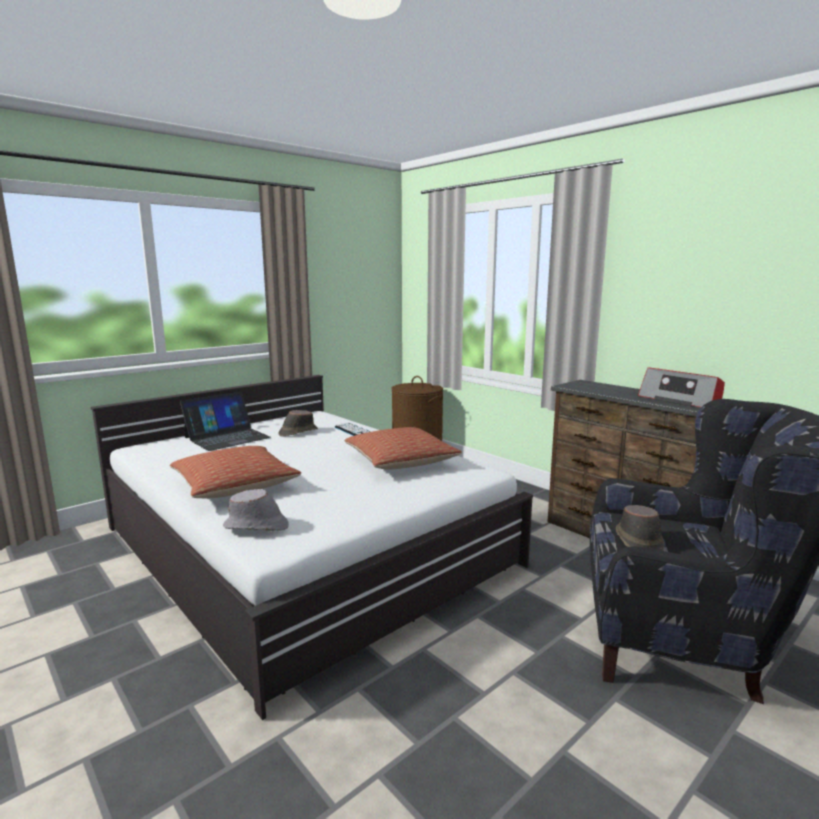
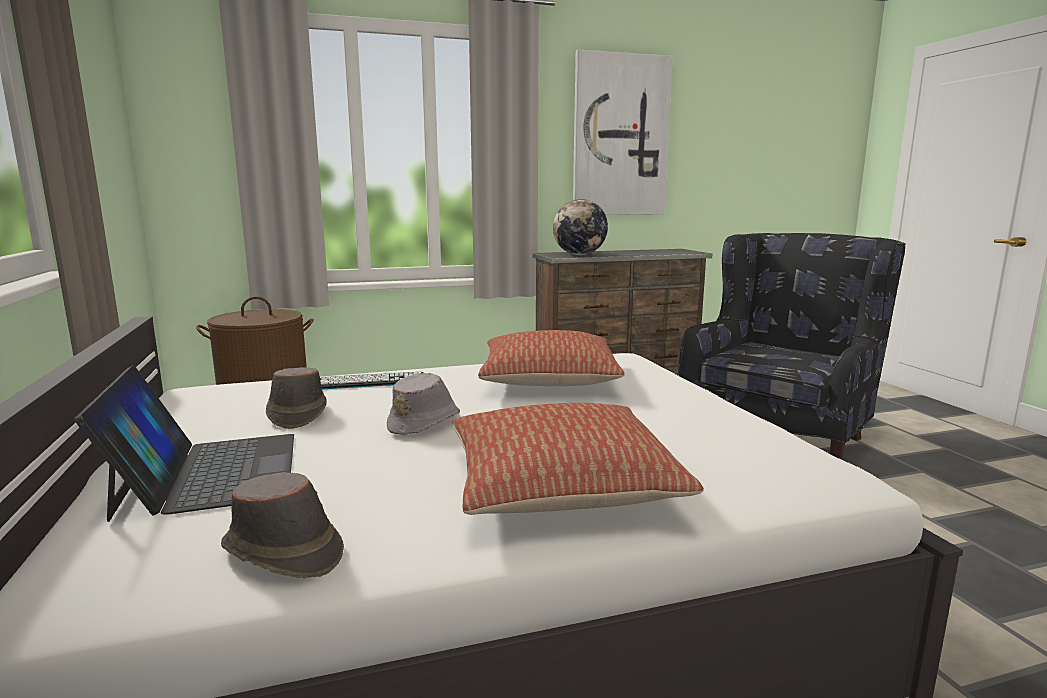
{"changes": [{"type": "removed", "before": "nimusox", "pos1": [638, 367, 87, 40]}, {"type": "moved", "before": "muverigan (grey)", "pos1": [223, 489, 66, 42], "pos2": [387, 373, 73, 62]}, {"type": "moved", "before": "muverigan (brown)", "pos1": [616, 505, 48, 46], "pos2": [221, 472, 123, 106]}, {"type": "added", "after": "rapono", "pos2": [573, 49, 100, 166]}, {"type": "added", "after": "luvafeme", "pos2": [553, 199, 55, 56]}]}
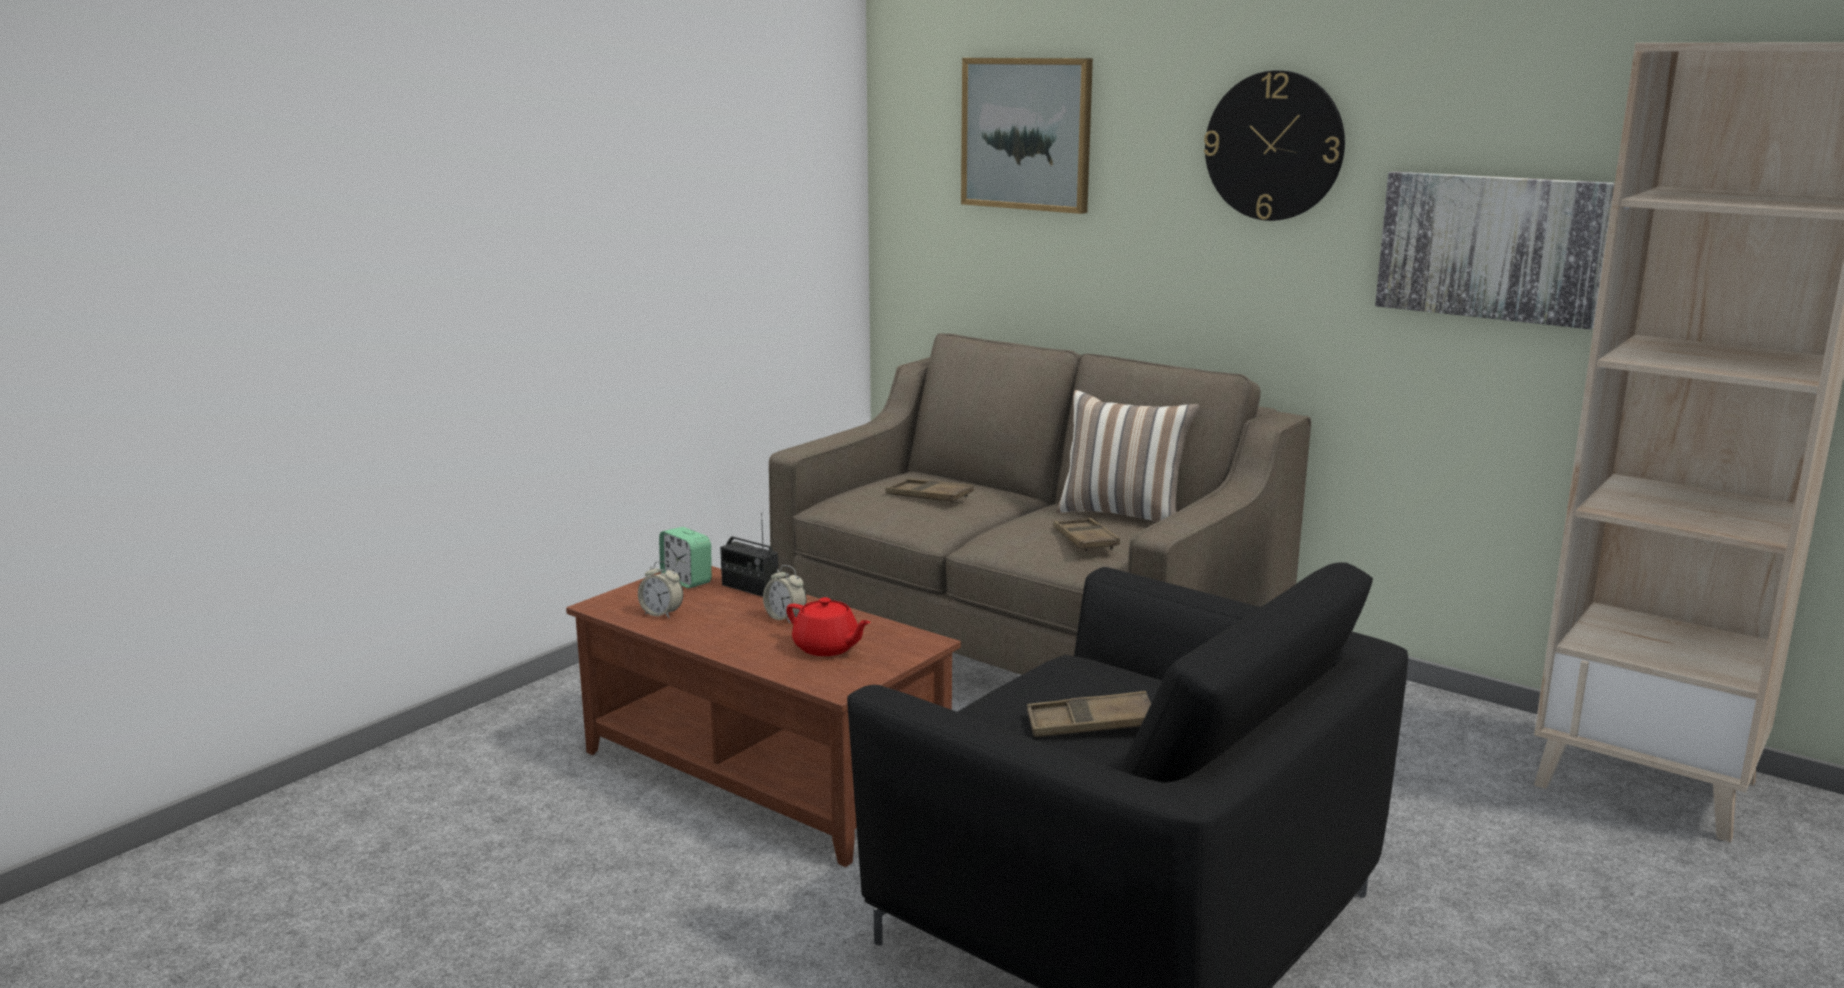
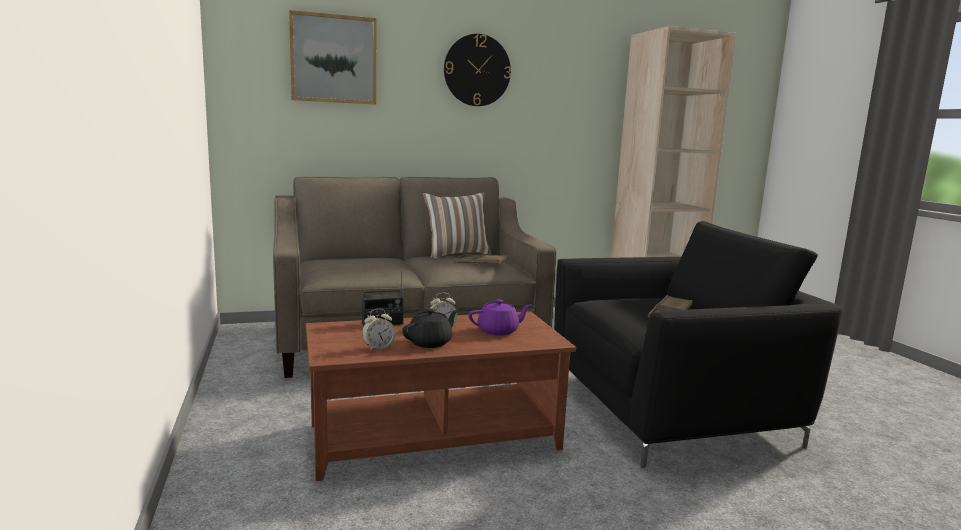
{"changes": [{"type": "removed", "before": "rapono", "pos1": [1375, 171, 240, 159]}, {"type": "removed", "before": "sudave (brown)", "pos1": [886, 479, 88, 24]}, {"type": "removed", "before": "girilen", "pos1": [659, 527, 53, 61]}, {"type": "recoloured", "before": "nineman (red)", "after": "nineman (purple)", "pos1": [786, 597, 85, 59], "pos2": [469, 299, 63, 37]}, {"type": "added", "after": "nineman (black)", "pos2": [402, 309, 57, 39]}]}
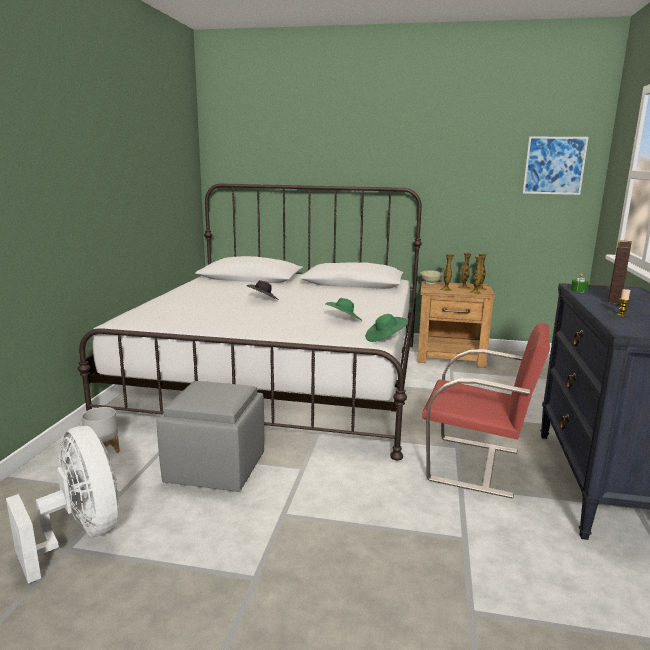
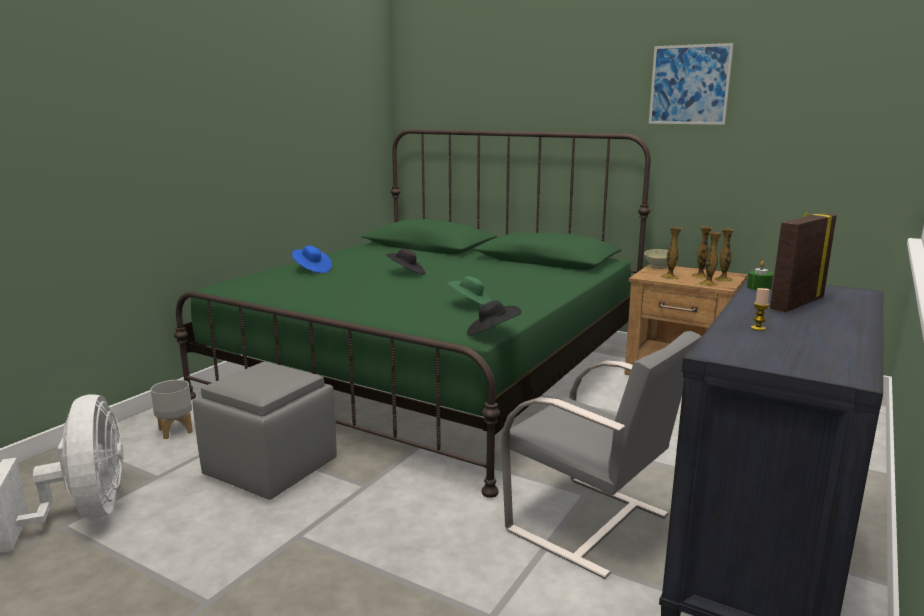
{"changes": [{"type": "moved", "before": "rapono", "pos1": [523, 137, 65, 58], "pos2": [649, 43, 85, 82]}, {"type": "recoloured", "before": "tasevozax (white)", "after": "tasevozax (green)", "pos1": [78, 183, 344, 277], "pos2": [174, 129, 477, 369]}, {"type": "recoloured", "before": "muverigan (green)", "after": "muverigan (black)", "pos1": [365, 314, 43, 28], "pos2": [467, 301, 55, 35]}, {"type": "recoloured", "before": "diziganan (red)", "after": "diziganan (grey)", "pos1": [422, 323, 128, 176], "pos2": [501, 331, 201, 248]}, {"type": "added", "after": "muverigan (blue)", "pos2": [292, 245, 40, 28]}]}
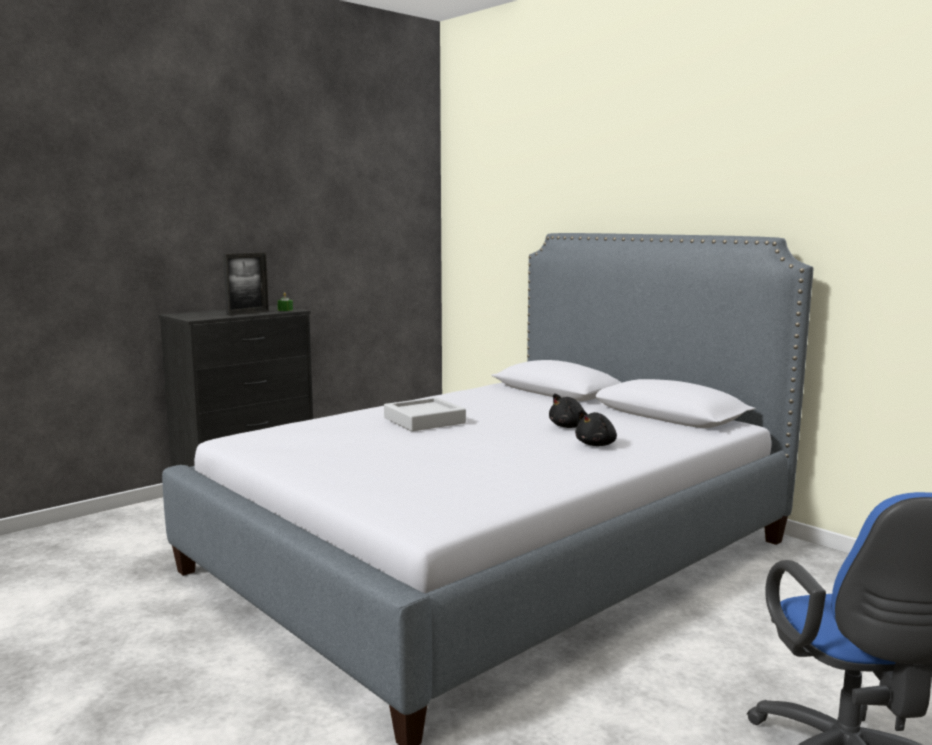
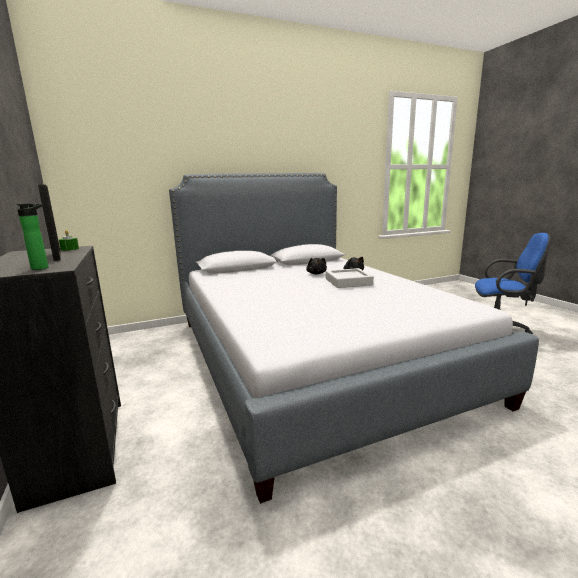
{"changes": [{"type": "moved", "before": "sudave (grey)", "pos1": [384, 397, 82, 34], "pos2": [326, 268, 48, 20]}, {"type": "added", "after": "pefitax", "pos2": [17, 204, 32, 66]}]}
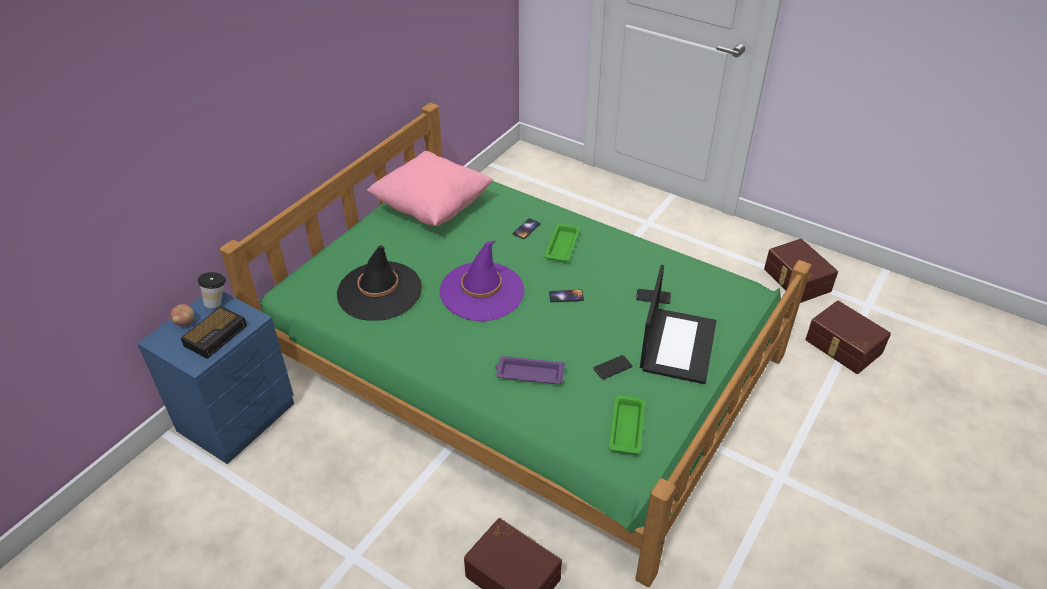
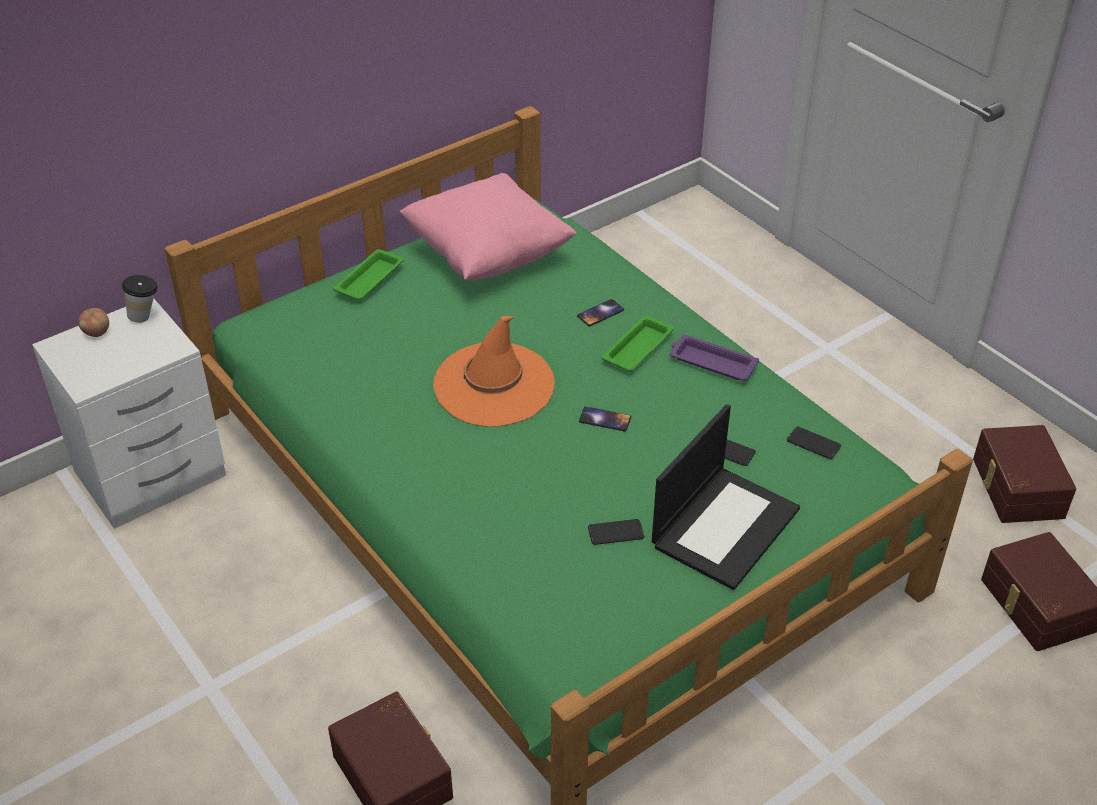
{"changes": [{"type": "recoloured", "before": "muverigan (purple)", "after": "muverigan (orange)", "pos1": [440, 240, 84, 81], "pos2": [433, 316, 122, 111]}, {"type": "removed", "before": "muverigan (black)", "pos1": [337, 245, 85, 76]}, {"type": "recoloured", "before": "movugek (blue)", "after": "movugek (white)", "pos1": [137, 292, 157, 172], "pos2": [32, 298, 194, 231]}, {"type": "removed", "before": "girilen", "pos1": [181, 306, 66, 53]}, {"type": "moved", "before": "sudave (purple)", "pos1": [495, 356, 70, 28], "pos2": [670, 335, 89, 46]}, {"type": "moved", "before": "sudave (green)", "pos1": [609, 395, 36, 59], "pos2": [333, 249, 71, 51]}, {"type": "added", "after": "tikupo", "pos2": [787, 427, 54, 32]}]}
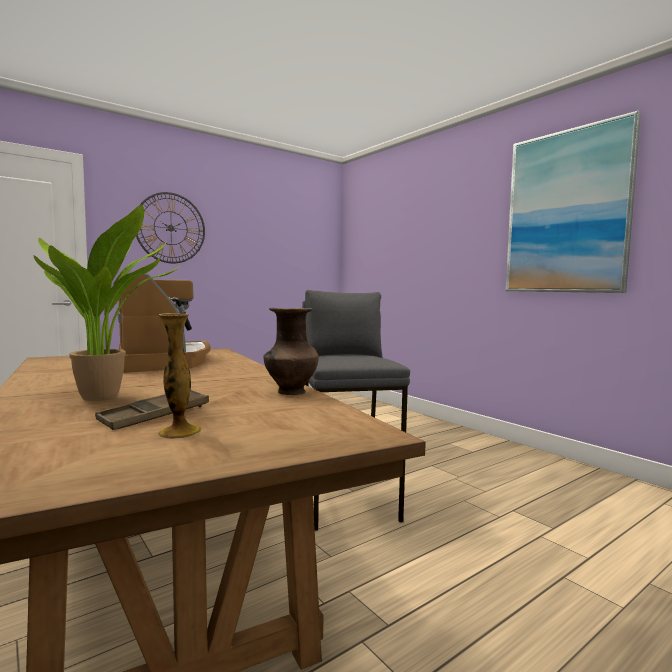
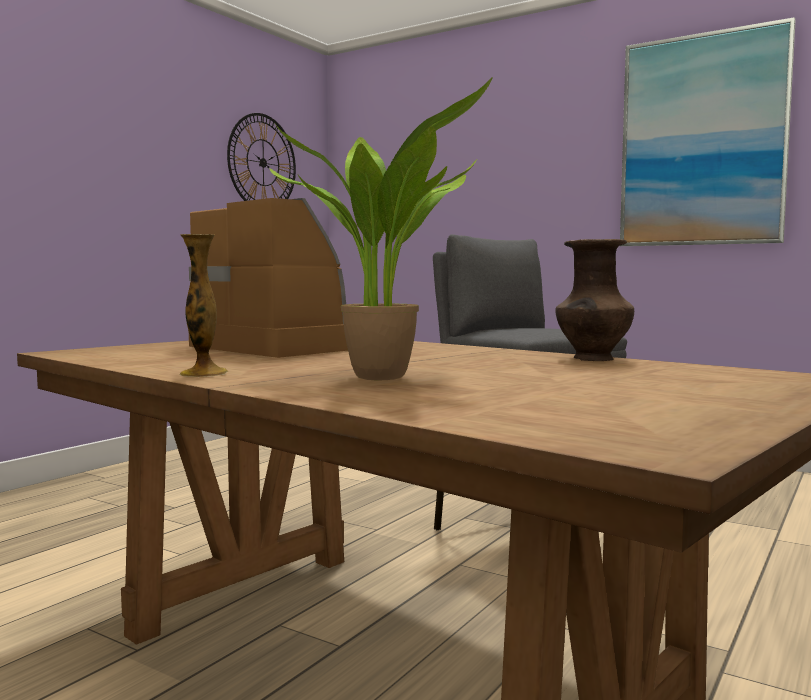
{"changes": [{"type": "moved", "before": "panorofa", "pos1": [136, 192, 69, 71], "pos2": [227, 113, 69, 88]}, {"type": "moved", "before": "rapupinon", "pos1": [158, 313, 43, 126], "pos2": [179, 234, 50, 143]}, {"type": "removed", "before": "sudave (brown)", "pos1": [95, 390, 114, 40]}]}
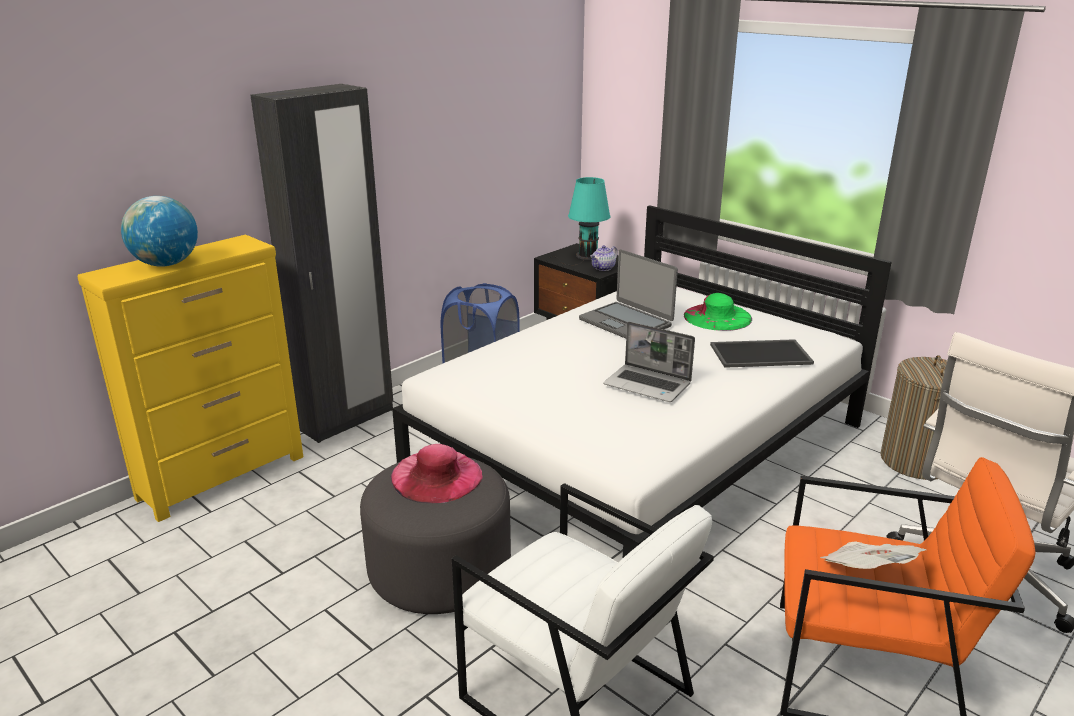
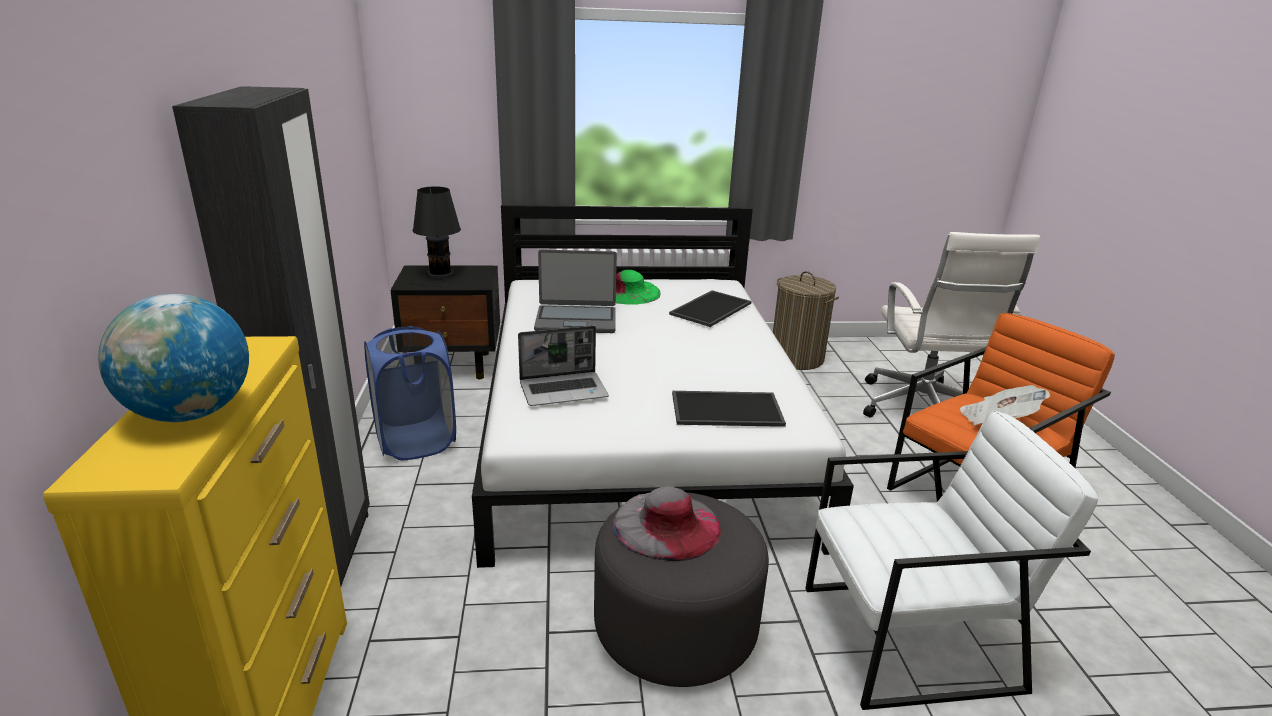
{"changes": [{"type": "recoloured", "before": "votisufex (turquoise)", "after": "votisufex (black)", "pos1": [549, 177, 62, 88], "pos2": [406, 186, 55, 101]}, {"type": "removed", "before": "nineman", "pos1": [590, 245, 28, 26]}, {"type": "moved", "before": "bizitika", "pos1": [603, 322, 92, 80], "pos2": [518, 326, 91, 80]}, {"type": "recoloured", "before": "muverigan (pink)", "after": "muverigan (grey)", "pos1": [391, 444, 92, 59], "pos2": [613, 487, 108, 74]}, {"type": "added", "after": "sudave", "pos2": [672, 391, 114, 36]}]}
